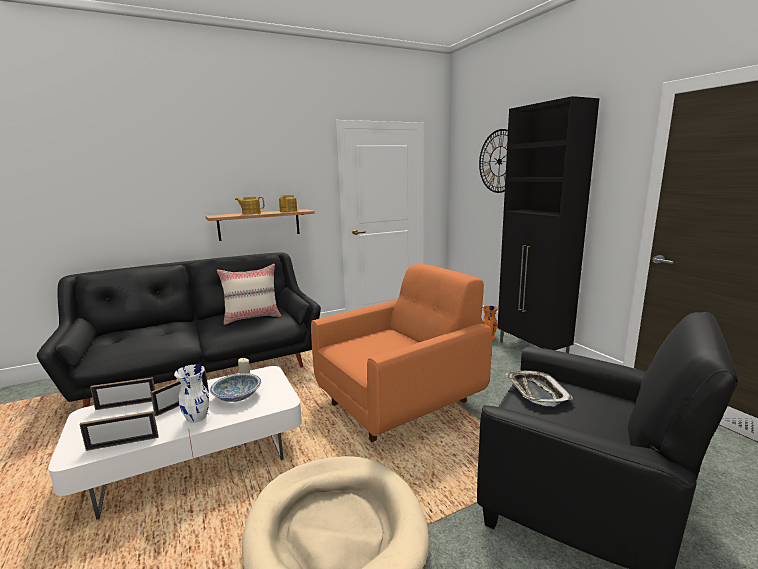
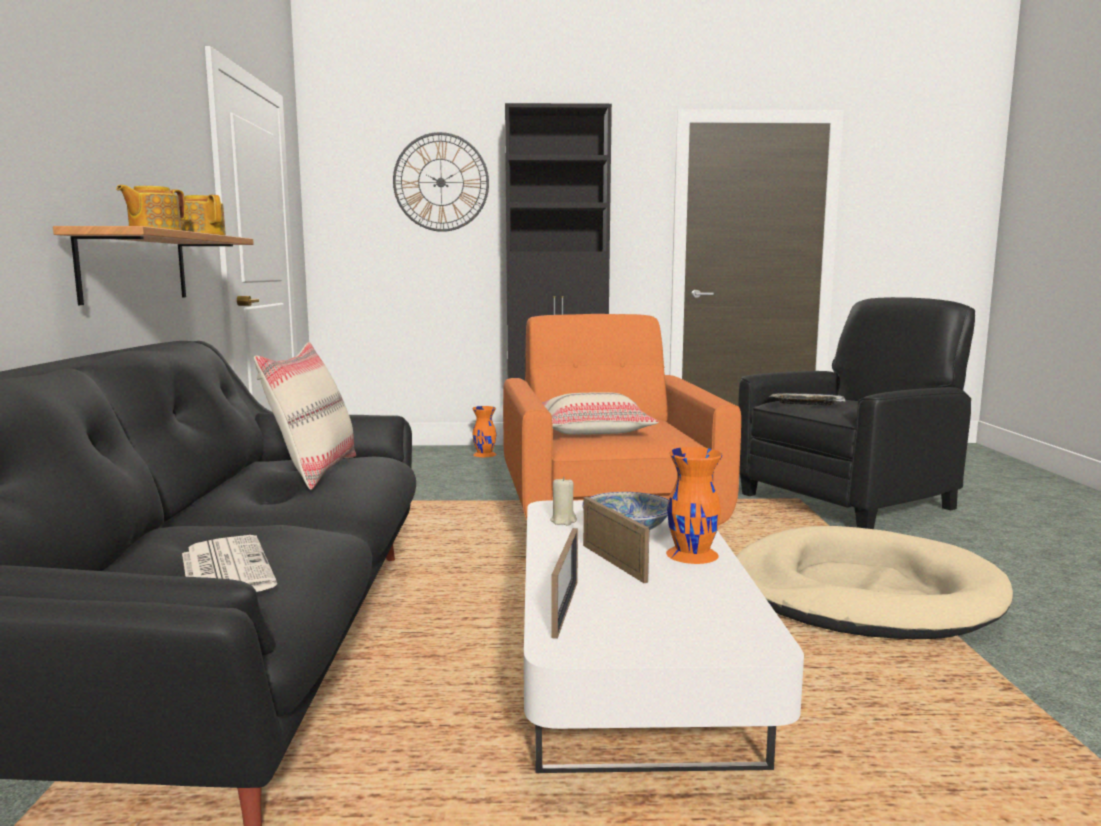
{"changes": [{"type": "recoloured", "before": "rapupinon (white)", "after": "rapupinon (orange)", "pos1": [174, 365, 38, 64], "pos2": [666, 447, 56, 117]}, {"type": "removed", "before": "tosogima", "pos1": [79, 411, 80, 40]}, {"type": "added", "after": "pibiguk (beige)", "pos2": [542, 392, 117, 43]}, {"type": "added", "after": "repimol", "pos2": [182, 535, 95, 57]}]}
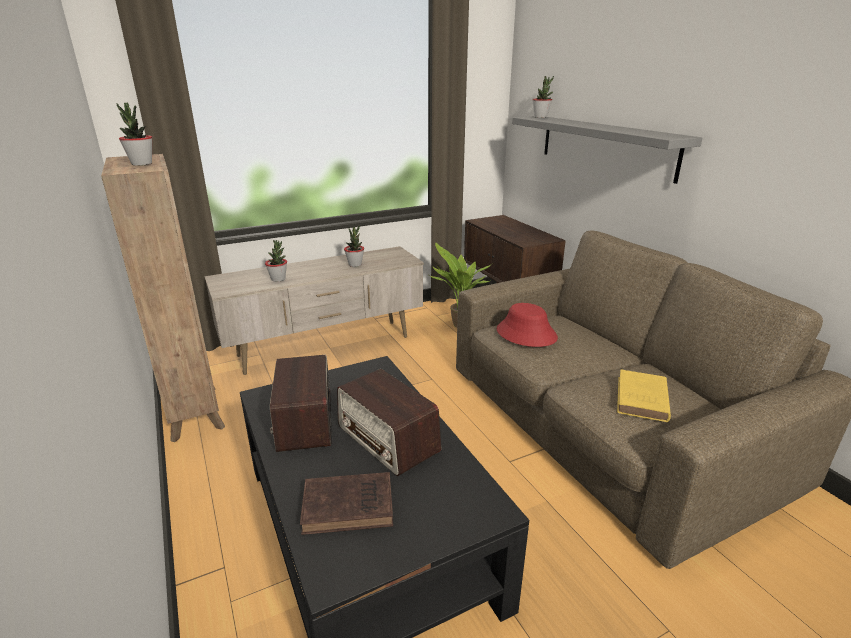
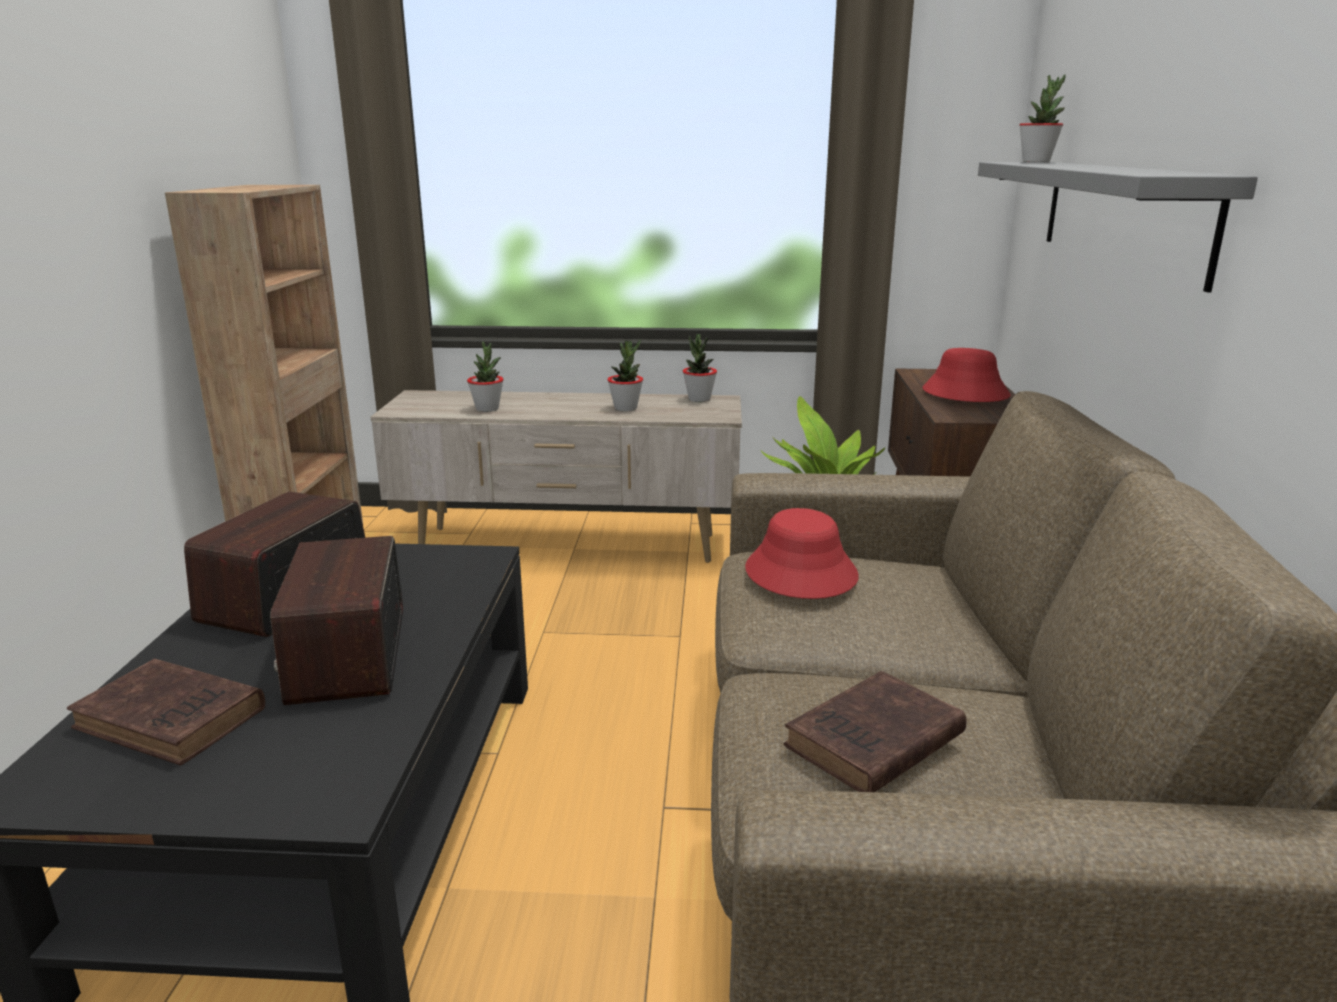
{"changes": [{"type": "moved", "before": "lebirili", "pos1": [117, 103, 35, 63], "pos2": [683, 334, 34, 68]}, {"type": "recoloured", "before": "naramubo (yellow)", "after": "naramubo (brown)", "pos1": [617, 370, 54, 52], "pos2": [783, 671, 183, 121]}, {"type": "added", "after": "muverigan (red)", "pos2": [922, 348, 89, 54]}]}
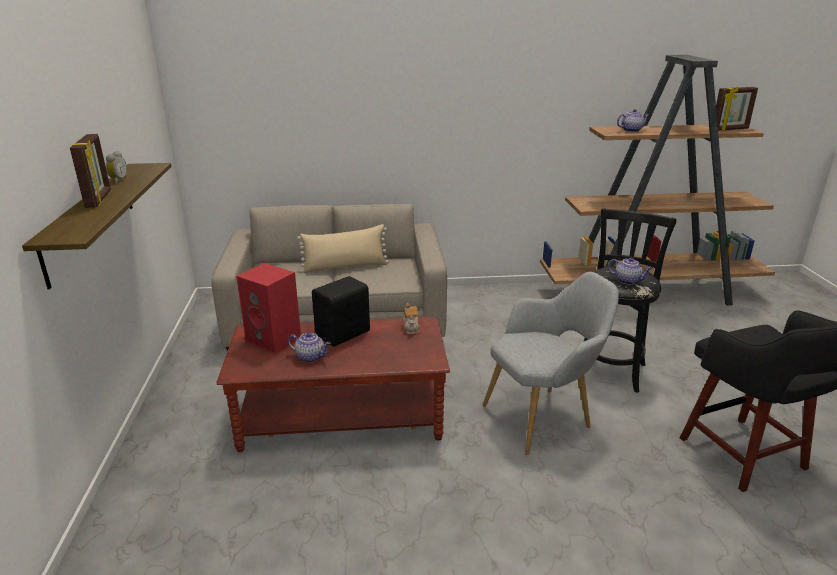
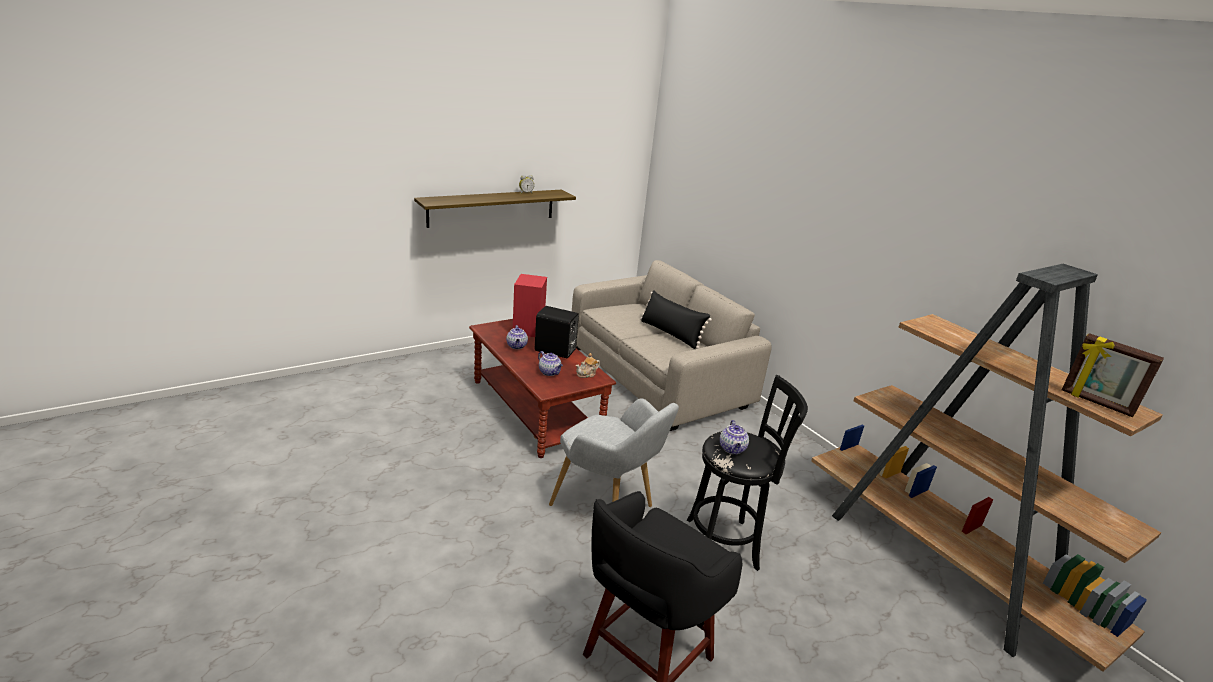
{"changes": [{"type": "moved", "before": "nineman", "pos1": [617, 109, 33, 23], "pos2": [538, 351, 25, 25]}, {"type": "removed", "before": "tosogima", "pos1": [70, 134, 41, 74]}, {"type": "recoloured", "before": "pibiguk (beige)", "after": "pibiguk (black)", "pos1": [297, 224, 92, 49], "pos2": [640, 290, 72, 59]}]}
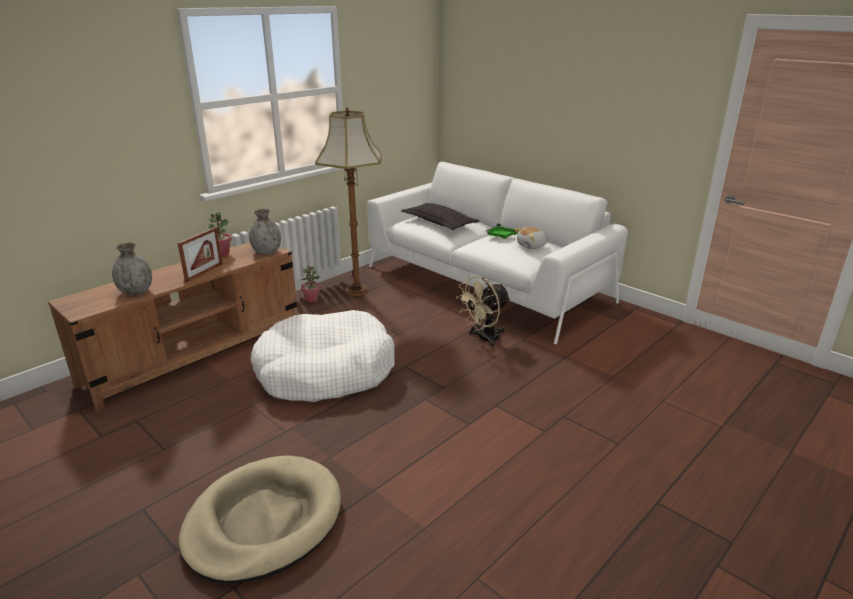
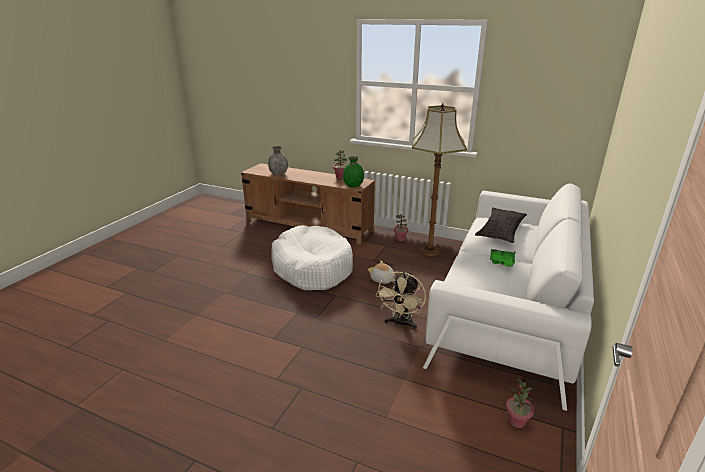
{"changes": [{"type": "recoloured", "before": "rapupinon (grey)", "after": "rapupinon (green)", "pos1": [249, 209, 32, 46], "pos2": [343, 156, 21, 31]}, {"type": "removed", "before": "tosogima", "pos1": [178, 227, 44, 55]}, {"type": "moved", "before": "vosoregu", "pos1": [514, 227, 33, 22], "pos2": [368, 261, 27, 23]}, {"type": "turned", "before": "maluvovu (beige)", "pos1": [456, 276, 55, 71], "pos2": [376, 271, 50, 58], "turn": -105}, {"type": "removed", "before": "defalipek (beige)", "pos1": [179, 456, 162, 128]}, {"type": "added", "after": "lebirili", "pos2": [506, 379, 28, 49]}]}
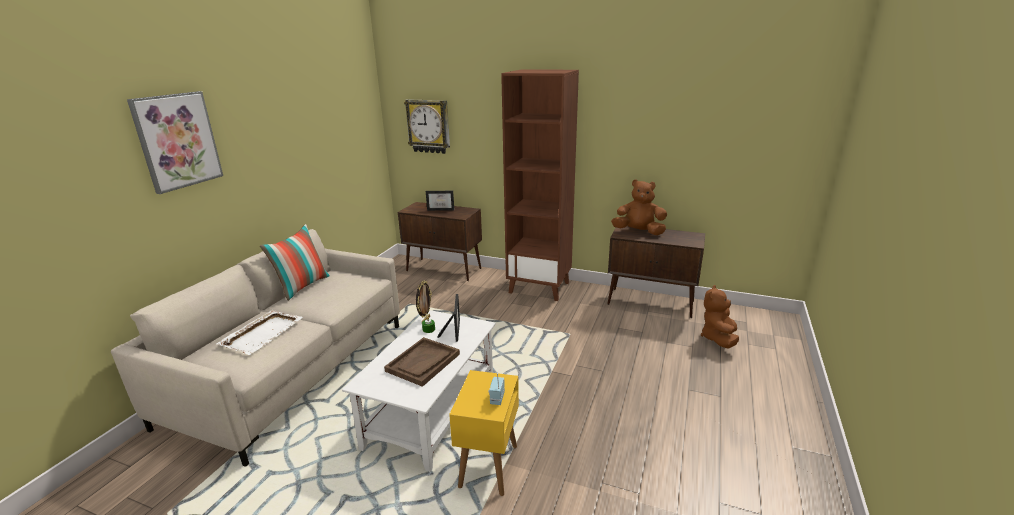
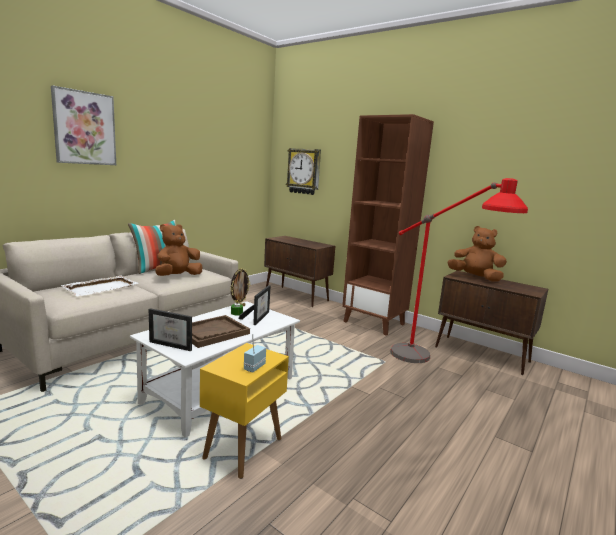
{"changes": [{"type": "moved", "before": "tosogima", "pos1": [426, 191, 28, 20], "pos2": [149, 308, 43, 43]}, {"type": "moved", "before": "vosoregu (brown)", "pos1": [701, 285, 38, 63], "pos2": [155, 224, 47, 52]}, {"type": "added", "after": "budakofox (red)", "pos2": [390, 178, 138, 185]}]}
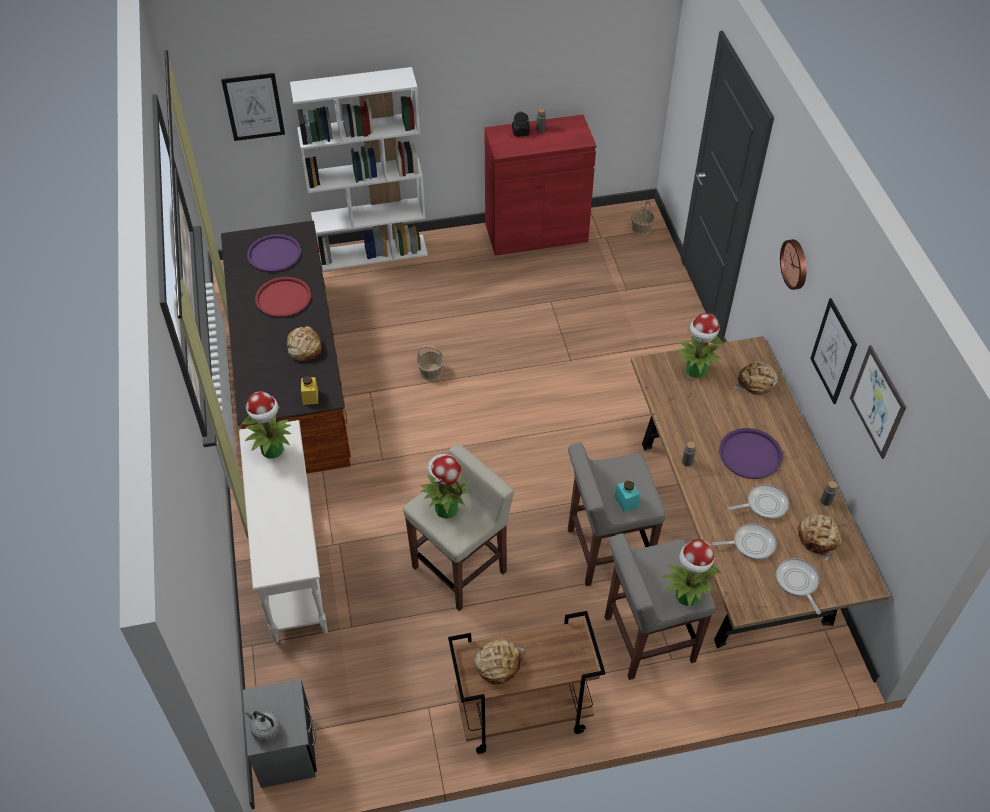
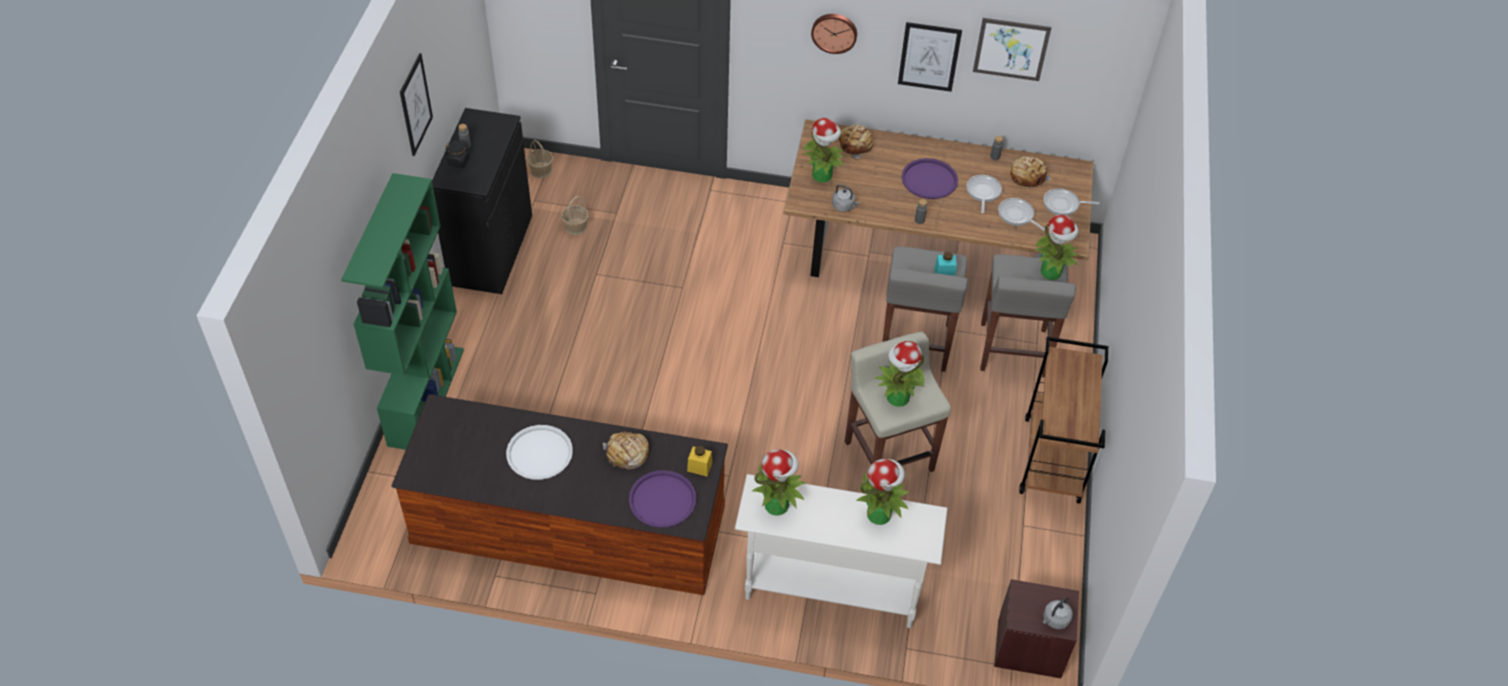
{"changes": [{"type": "recoloured", "before": "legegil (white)", "after": "legegil (green)", "pos1": [290, 67, 138, 204], "pos2": [341, 173, 123, 277]}, {"type": "moved", "before": "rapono", "pos1": [221, 73, 64, 68], "pos2": [400, 53, 33, 103]}, {"type": "recoloured", "before": "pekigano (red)", "after": "pekigano (black)", "pos1": [484, 115, 112, 141], "pos2": [432, 108, 100, 186]}, {"type": "moved", "before": "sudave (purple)", "pos1": [247, 234, 54, 38], "pos2": [629, 470, 68, 58]}, {"type": "recoloured", "before": "sudave (red)", "after": "sudave (white)", "pos1": [255, 277, 56, 40], "pos2": [506, 425, 67, 55]}, {"type": "moved", "before": "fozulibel", "pos1": [417, 346, 27, 35], "pos2": [561, 196, 28, 39]}, {"type": "turned", "before": "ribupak", "pos1": [712, 523, 65, 37], "pos2": [998, 198, 47, 33], "turn": -60}, {"type": "removed", "before": "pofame", "pos1": [475, 638, 49, 46]}, {"type": "recoloured", "before": "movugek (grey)", "after": "movugek (brown)", "pos1": [243, 679, 74, 109], "pos2": [994, 579, 85, 99]}, {"type": "added", "after": "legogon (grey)", "pos2": [832, 185, 28, 27]}, {"type": "added", "after": "lebirili", "pos2": [856, 459, 54, 66]}]}
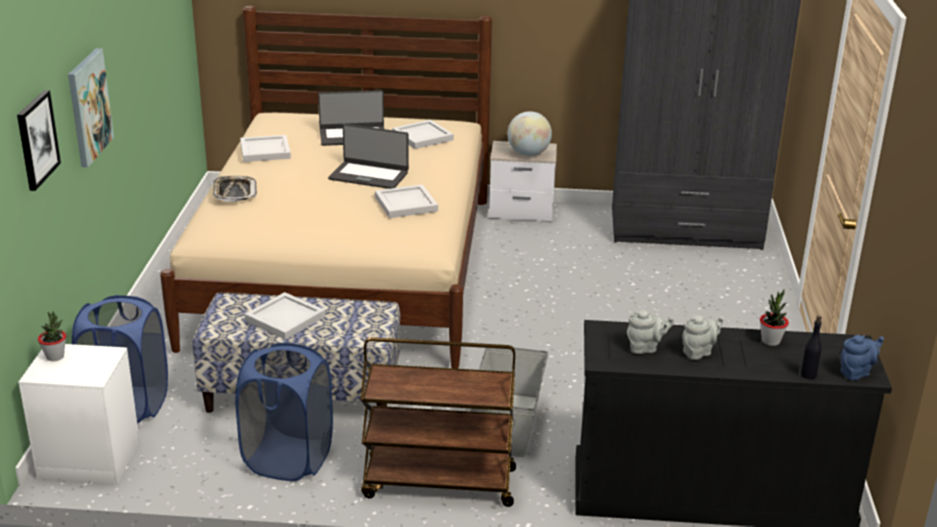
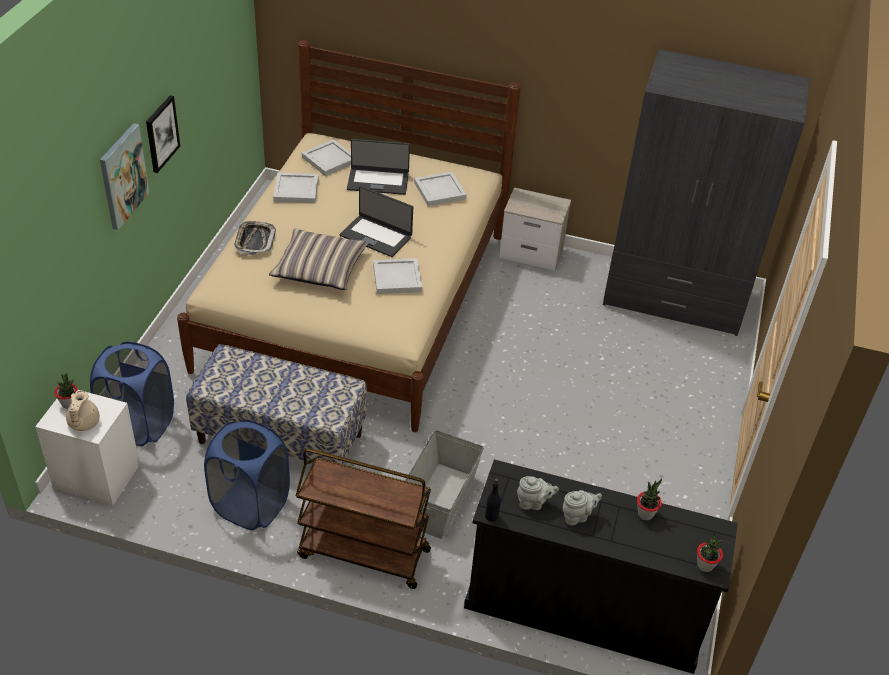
{"changes": [{"type": "moved", "before": "rapono", "pos1": [17, 90, 44, 101], "pos2": [146, 95, 34, 78]}, {"type": "removed", "before": "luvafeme", "pos1": [507, 111, 45, 45]}, {"type": "moved", "before": "sudave (white)", "pos1": [245, 292, 80, 48], "pos2": [302, 139, 49, 37]}, {"type": "moved", "before": "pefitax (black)", "pos1": [801, 316, 21, 64], "pos2": [485, 478, 16, 44]}, {"type": "replaced", "before": "nineman (blue)", "after": "lebirili", "pos1": [840, 335, 44, 45], "pos2": [697, 536, 26, 36]}, {"type": "added", "after": "pibiguk", "pos2": [269, 228, 100, 62]}, {"type": "added", "after": "nineman (beige)", "pos2": [66, 391, 34, 40]}]}
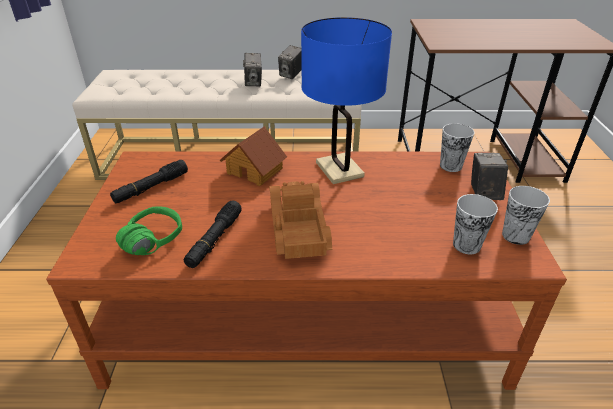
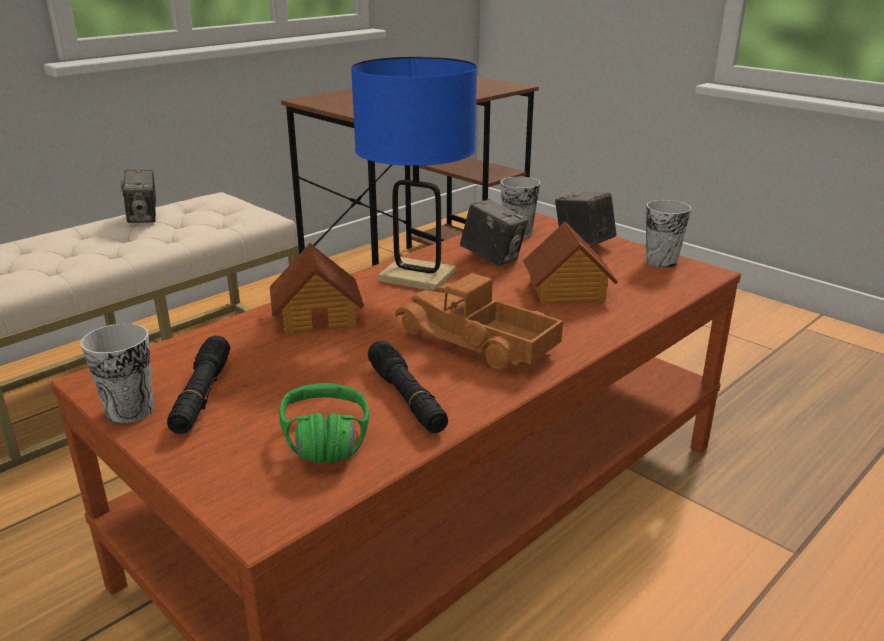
{"changes": [{"type": "moved", "before": "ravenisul", "pos1": [243, 53, 19, 33], "pos2": [460, 199, 69, 67]}, {"type": "moved", "before": "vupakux", "pos1": [453, 194, 45, 60], "pos2": [80, 323, 74, 101]}, {"type": "added", "after": "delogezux", "pos2": [523, 221, 95, 84]}]}
